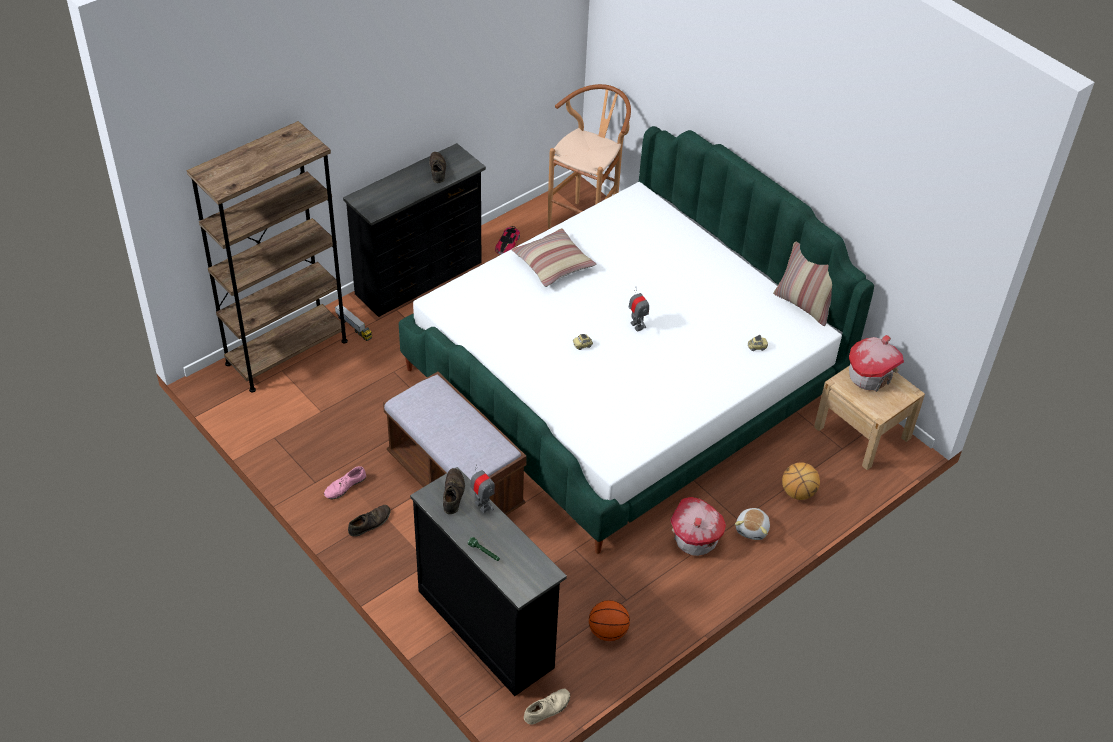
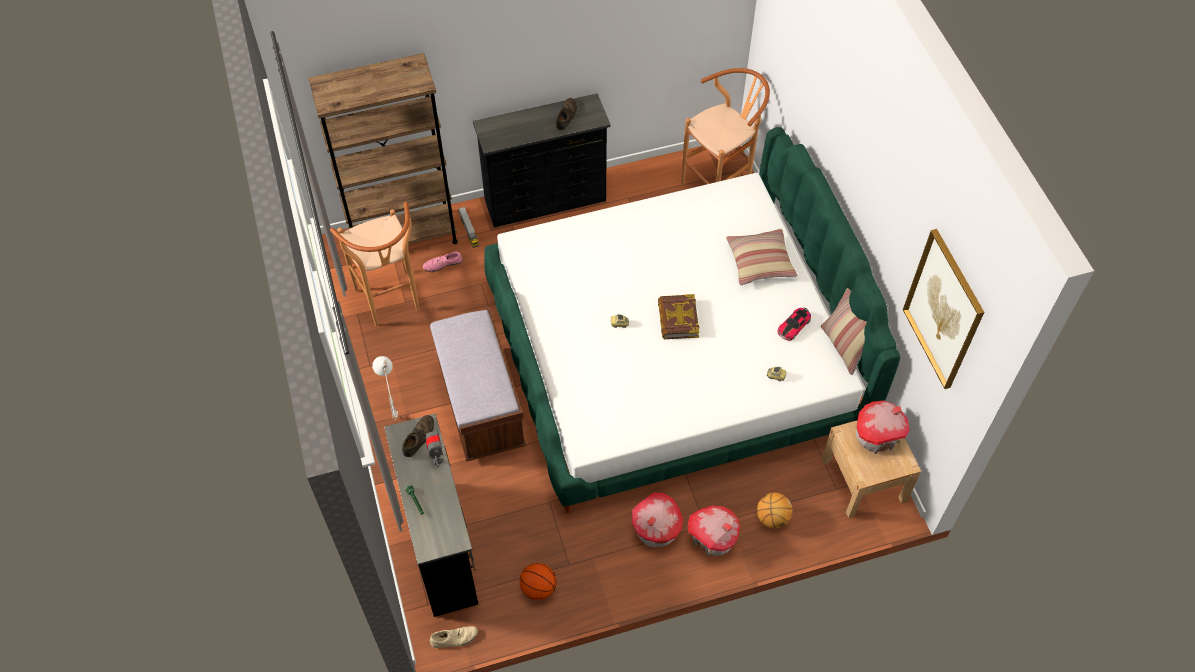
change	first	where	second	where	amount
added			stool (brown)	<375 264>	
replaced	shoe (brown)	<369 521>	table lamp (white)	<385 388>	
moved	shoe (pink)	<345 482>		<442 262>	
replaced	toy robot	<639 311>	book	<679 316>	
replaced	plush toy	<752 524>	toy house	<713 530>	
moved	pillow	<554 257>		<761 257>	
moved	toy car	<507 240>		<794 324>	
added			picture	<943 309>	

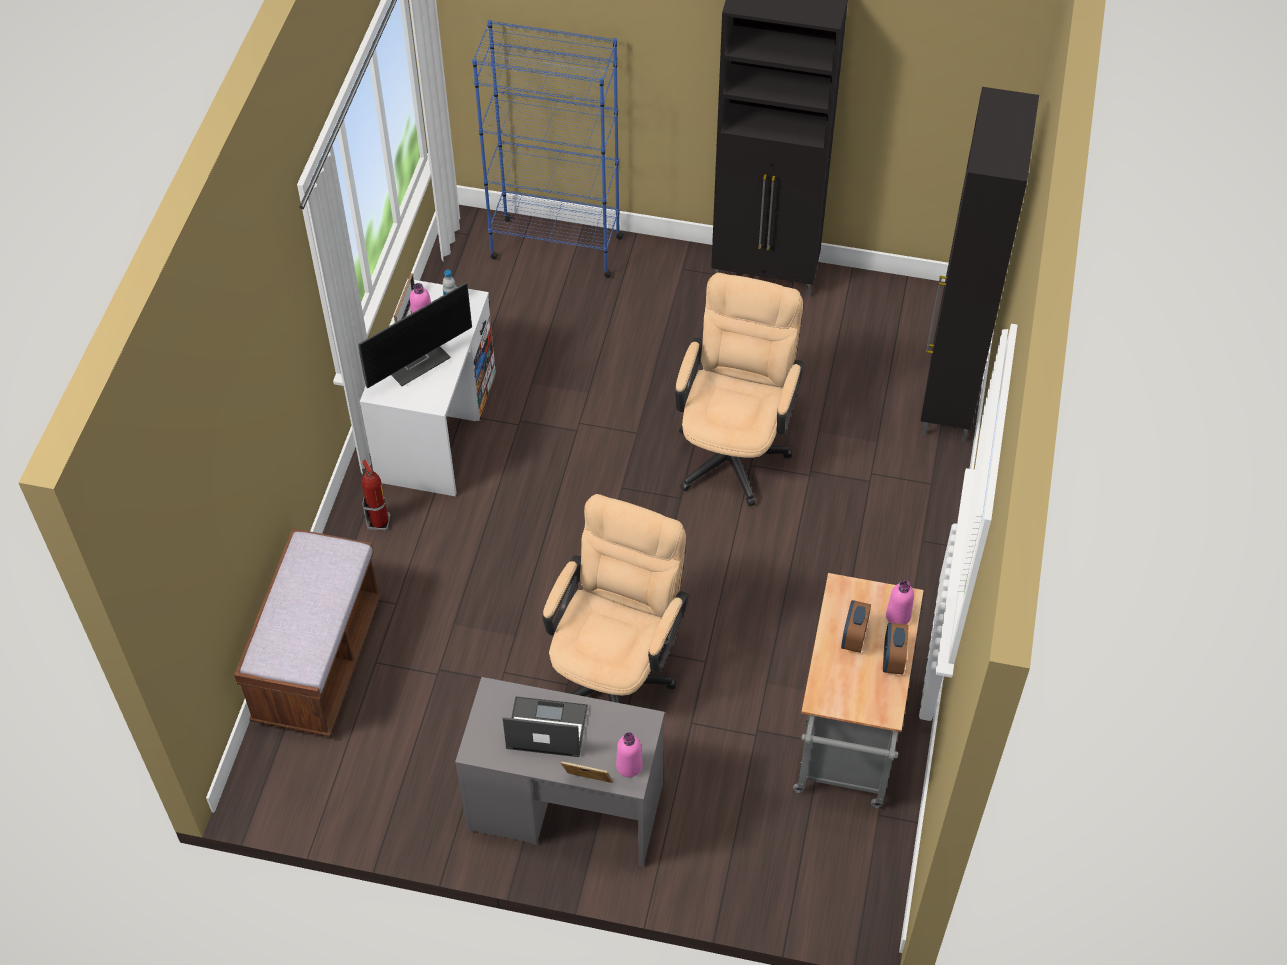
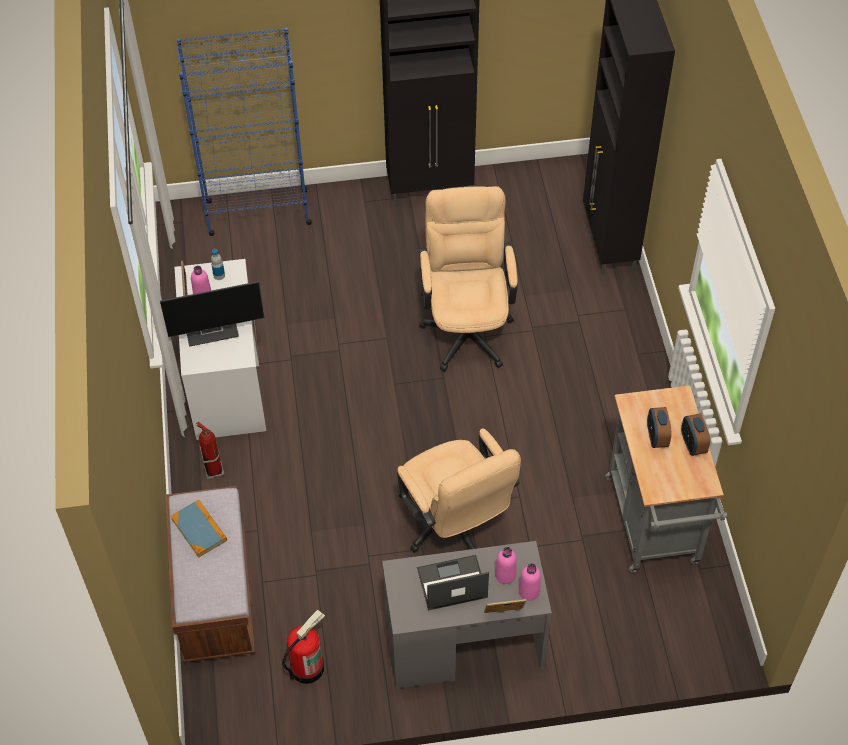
change	first	where	second	where	amount
turned	monitor	<415 335>		<212 313>	45 degrees clockwise
added			book	<199 529>	
added			fire extinguisher	<303 646>	
turned	office chair (beige)	<616 598>		<459 491>	150 degrees clockwise
moved	bottle (pink)	<900 602>		<506 565>	

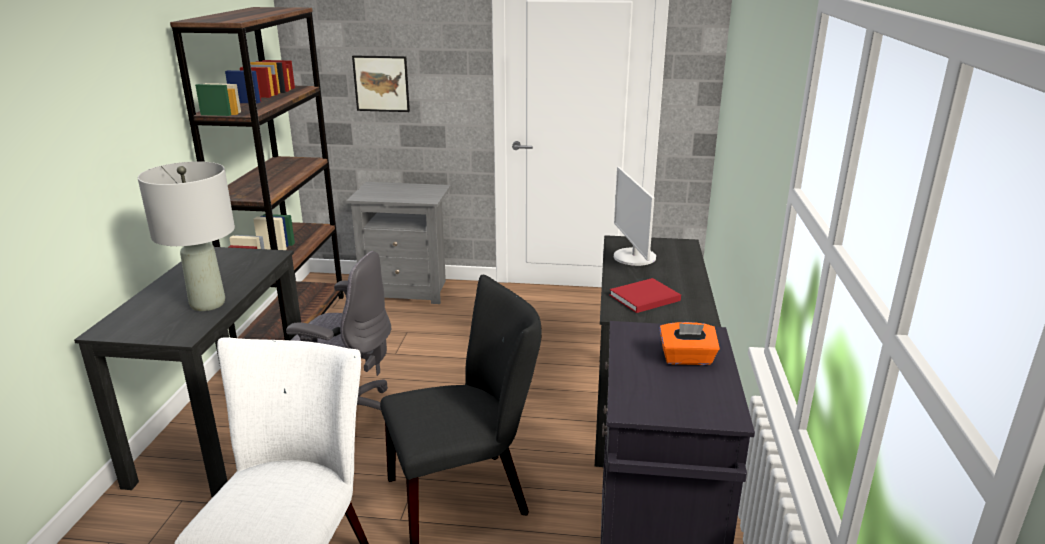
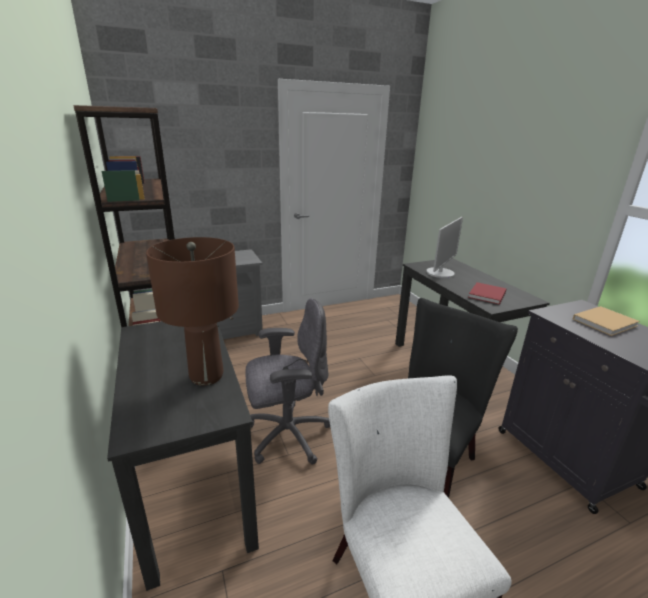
change	first	where	second	where	amount
recoloured	table lamp (grey)	<186 236>	table lamp (brown)	<192 311>	
turned	monitor	<635 216>		<444 247>	105 degrees counterclockwise
replaced	tissue box (orange)	<689 343>	book (beige)	<606 321>	
removed	picture	<381 83>			

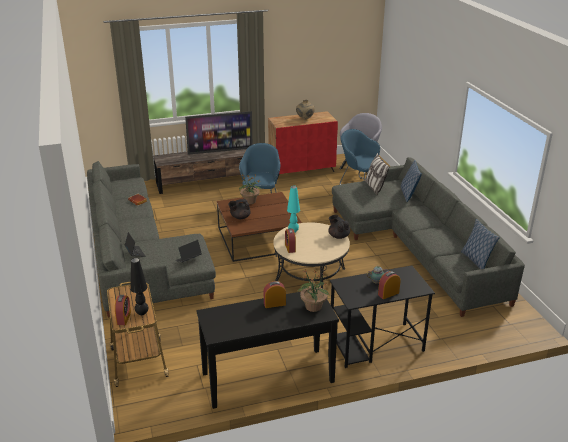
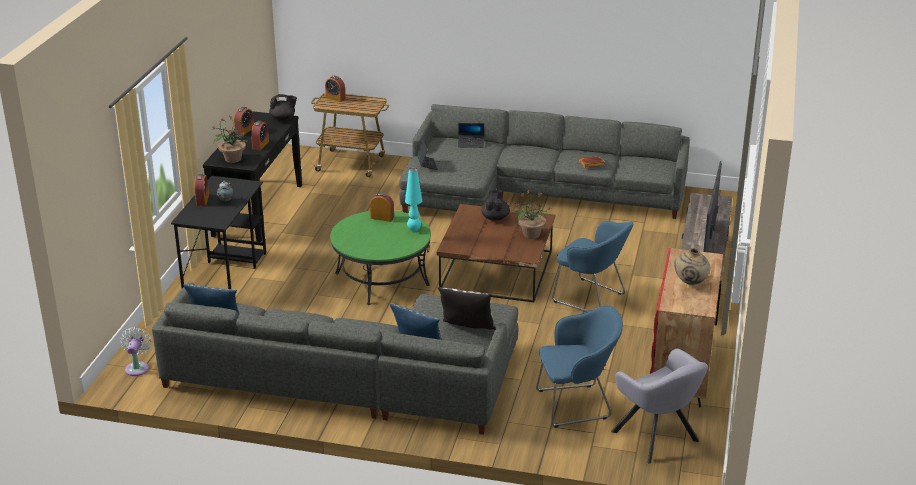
change	first	where	second	where	amount
added			fan (white)	<136 351>	
added			alarm clock	<244 121>	
moved	teapot (black)	<339 227>		<283 107>	
recoloured	coffee table (beige)	<311 255>	coffee table (green)	<380 258>	
removed	table lamp (black)	<139 286>			

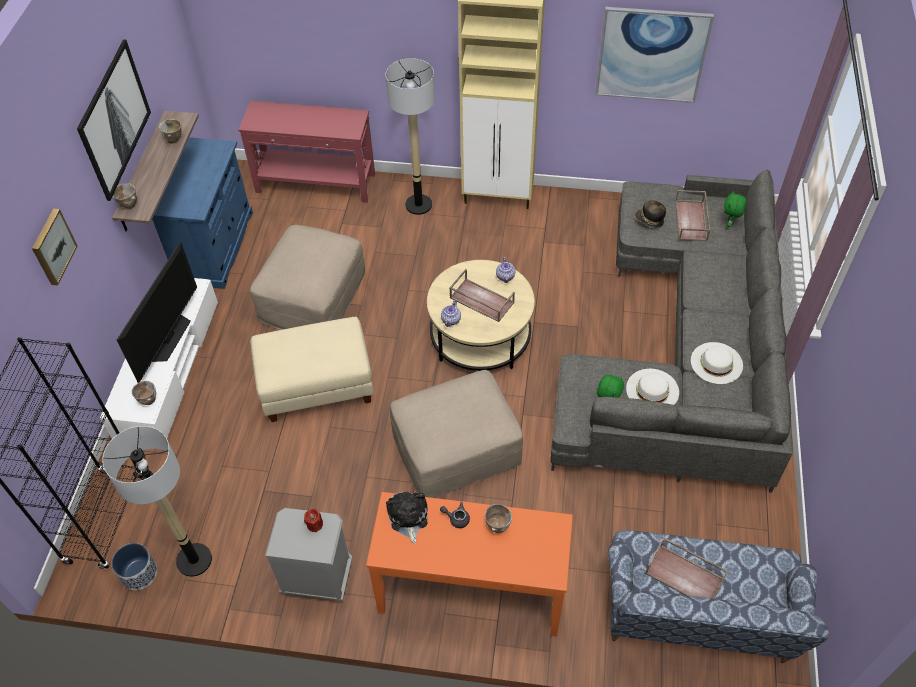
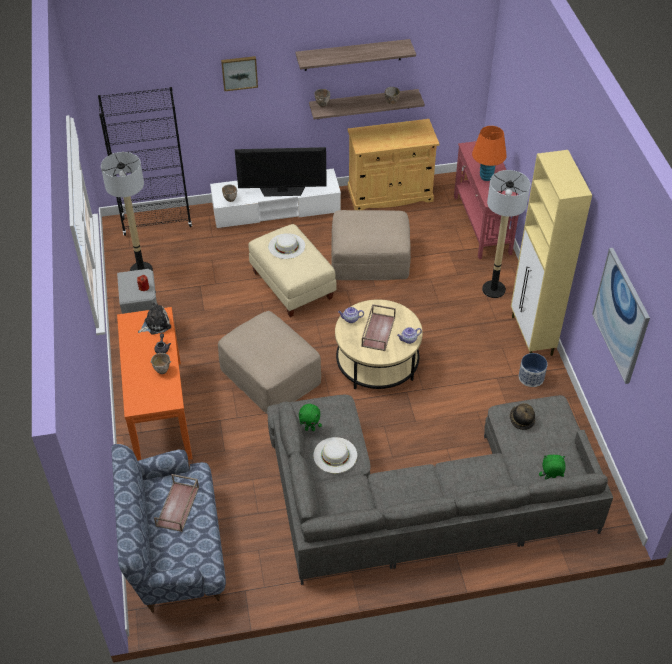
change	first	where	second	where	amount
moved	hat (white)	<717 363>		<286 246>	
replaced	picture	<114 120>	shelf	<355 55>	
recoloured	cabinet (blue)	<202 213>	cabinet (beige)	<393 164>	
added			table lamp (orange)	<489 153>	
moved	planter	<134 566>		<533 370>	
removed	tray (brown)	<693 215>			

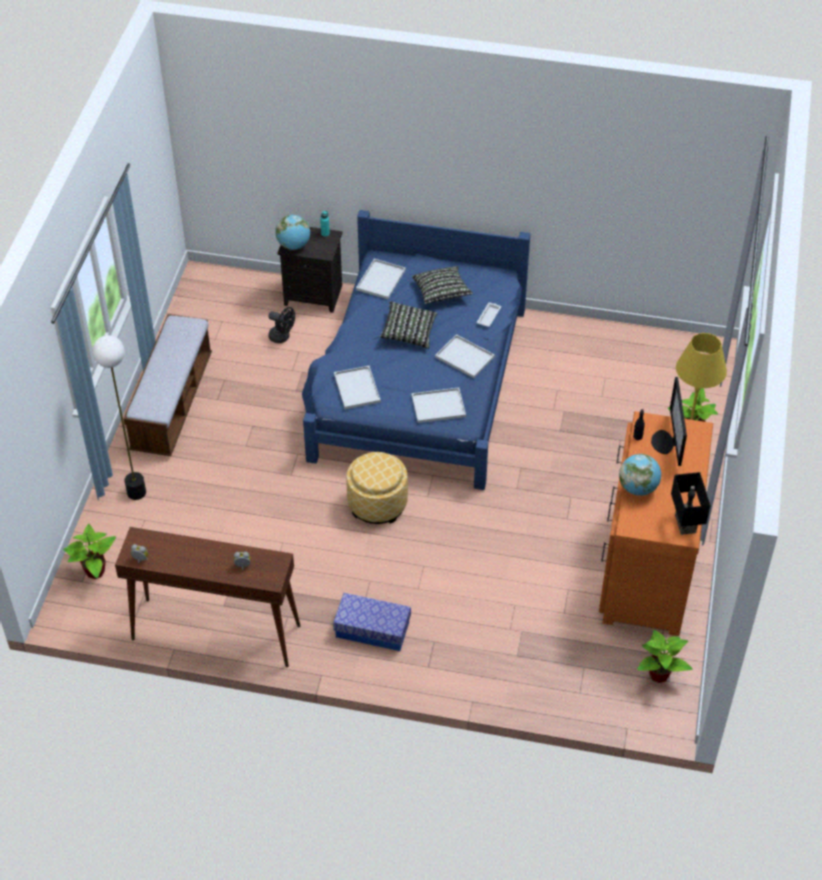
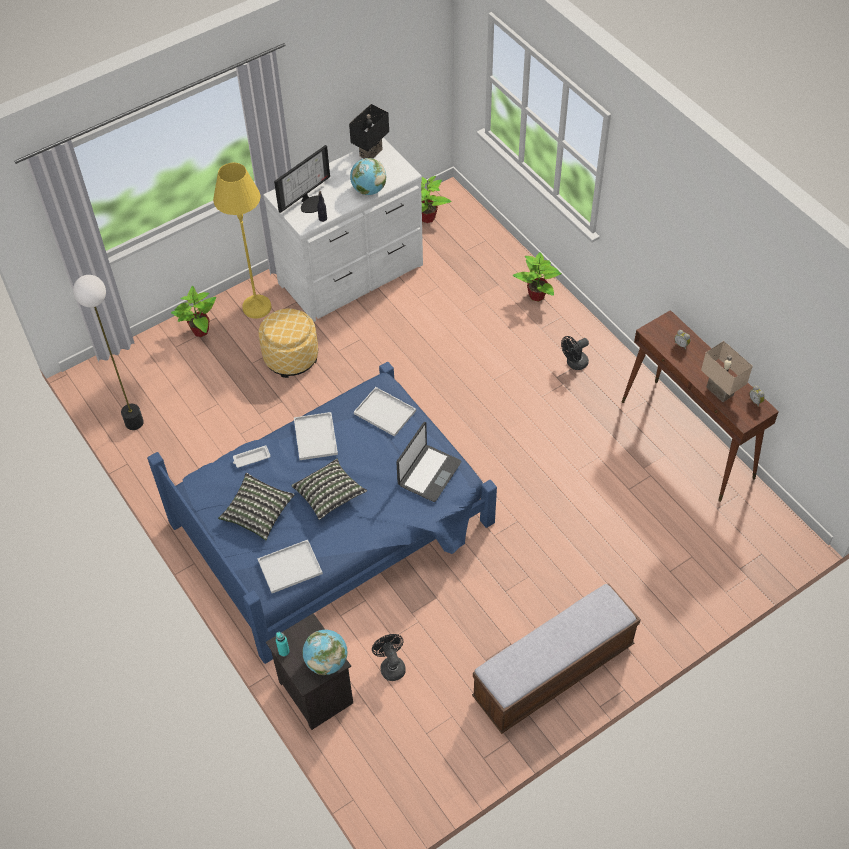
change	first	where	second	where	amount
moved	floor lamp	<119 417>		<108 352>	
moved	ottoman	<377 488>		<288 343>	
recoloured	dresser (orange)	<656 523>	dresser (white)	<343 230>	
replaced	tray (white)	<357 387>	laptop	<429 462>	
moved	potted plant	<89 551>		<537 277>	
replaced	storage box	<372 622>	fan (black)	<575 353>	
added			table lamp (beige)	<727 371>	

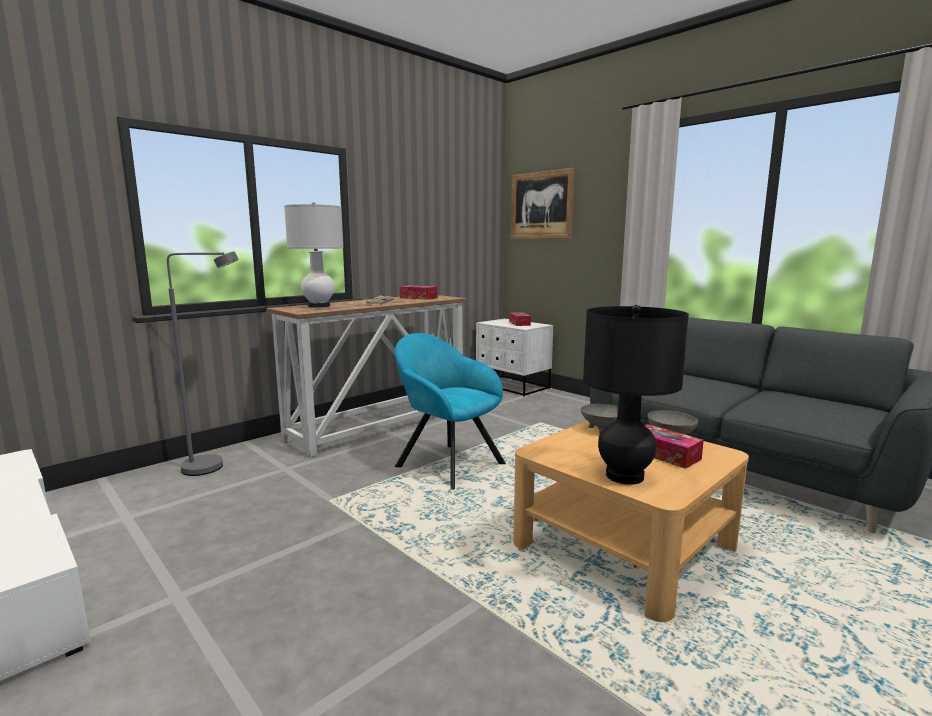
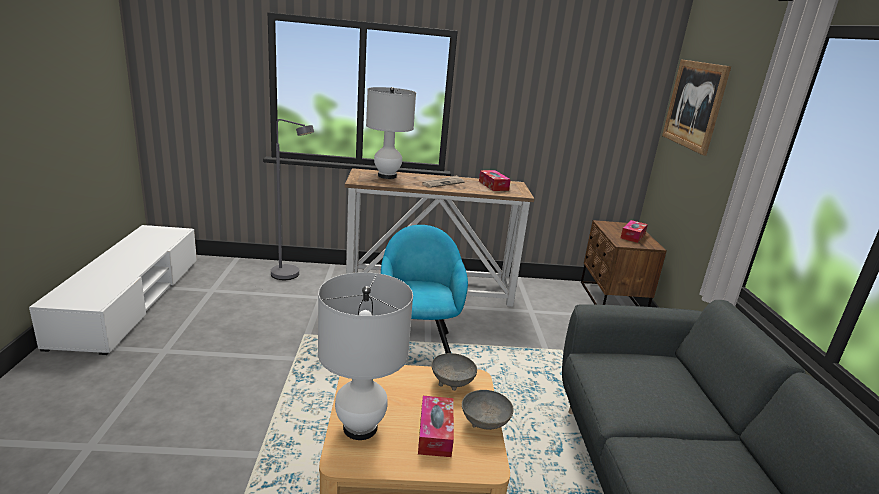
change	first	where	second	where	amount
recoloured	table lamp (black)	<636 395>	table lamp (white)	<365 356>	
recoloured	nightstand (white)	<514 358>	nightstand (brown)	<624 263>	

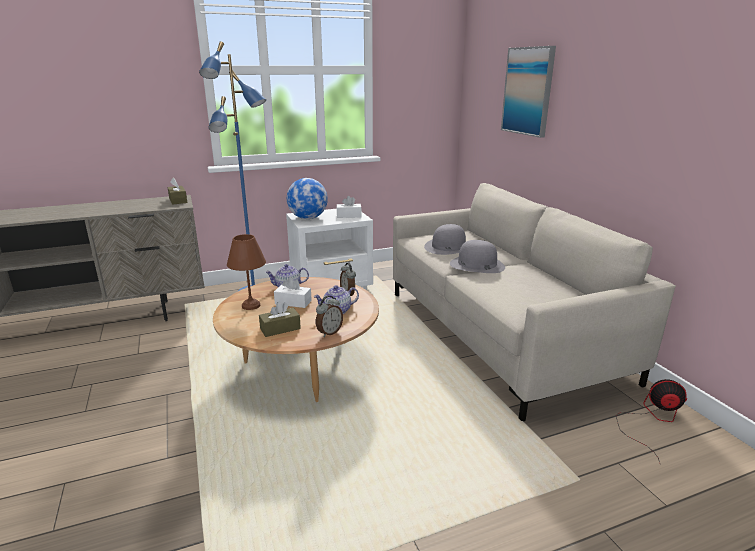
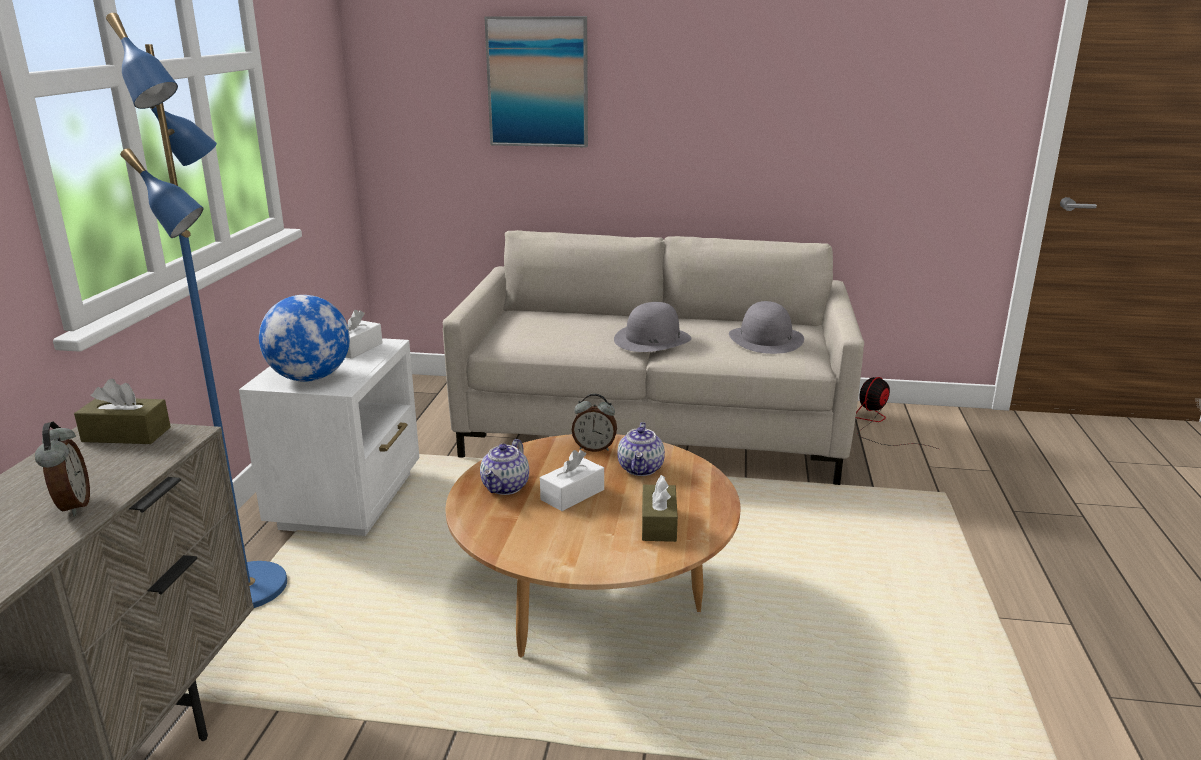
change	first	where	second	where	amount
moved	alarm clock	<329 316>		<62 469>	
moved	hat (grey)	<445 239>		<766 327>	
removed	table lamp (brown)	<246 272>			

